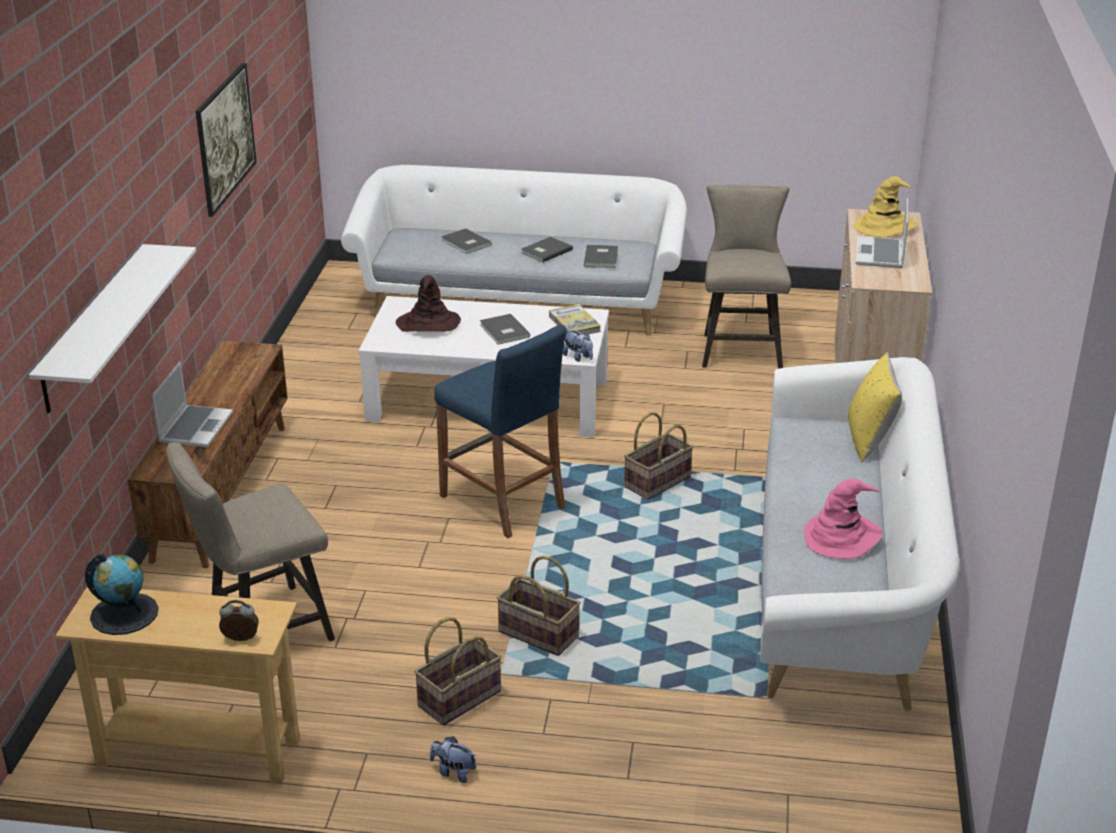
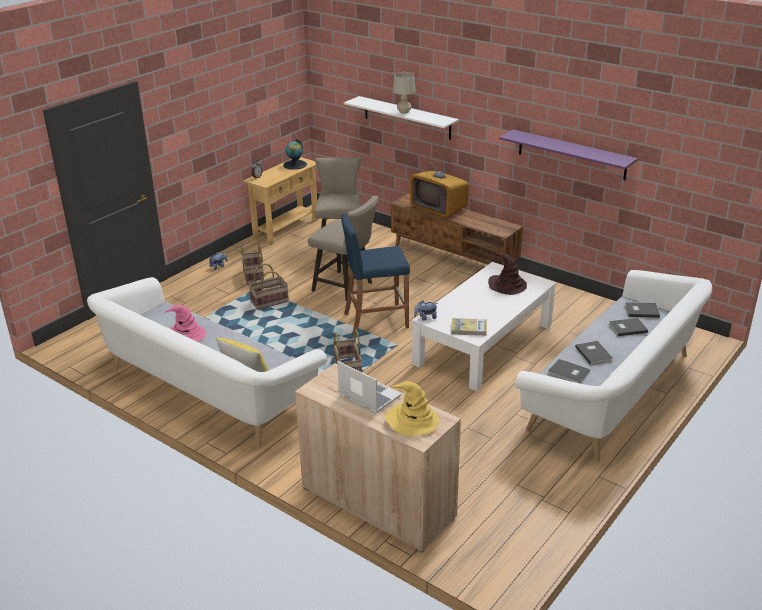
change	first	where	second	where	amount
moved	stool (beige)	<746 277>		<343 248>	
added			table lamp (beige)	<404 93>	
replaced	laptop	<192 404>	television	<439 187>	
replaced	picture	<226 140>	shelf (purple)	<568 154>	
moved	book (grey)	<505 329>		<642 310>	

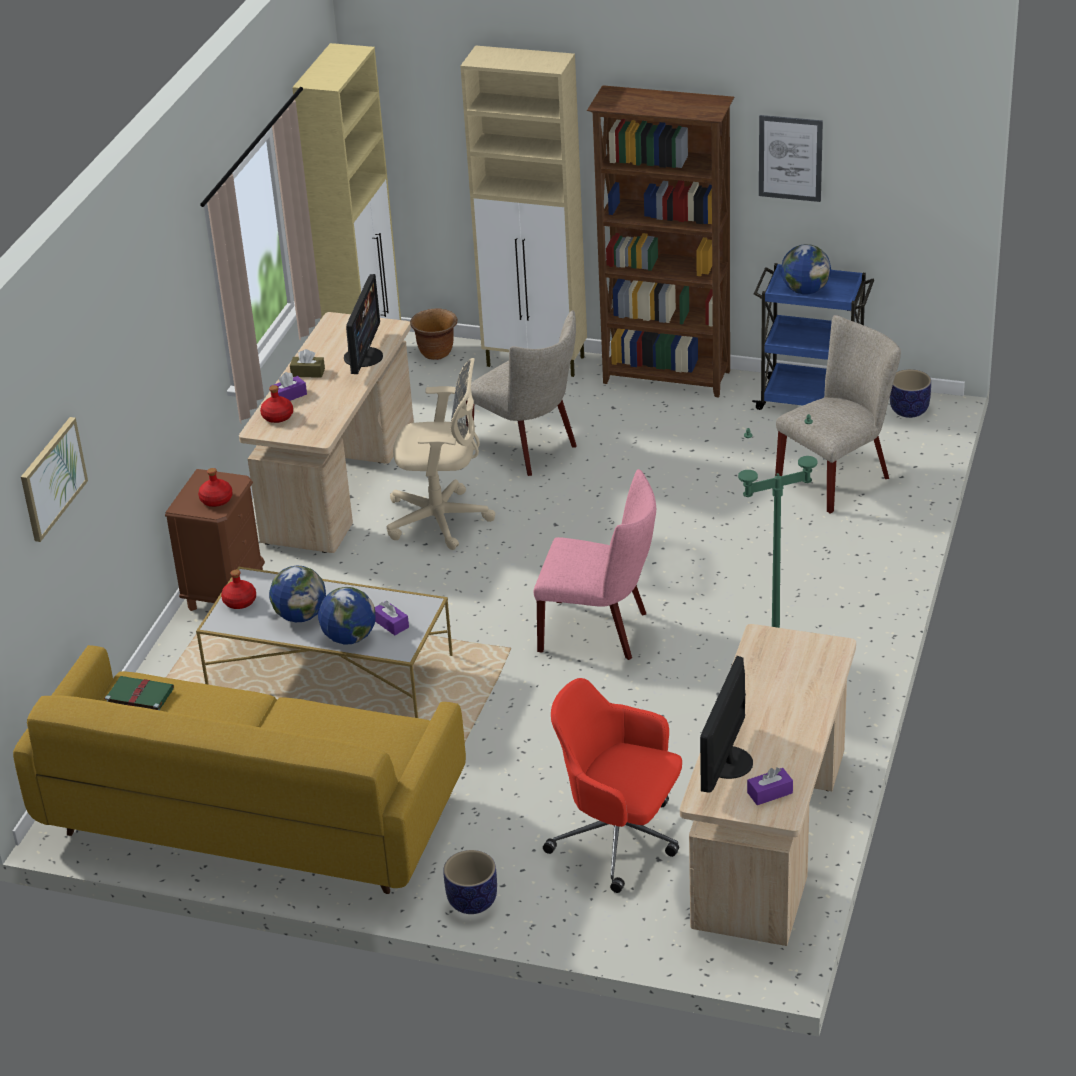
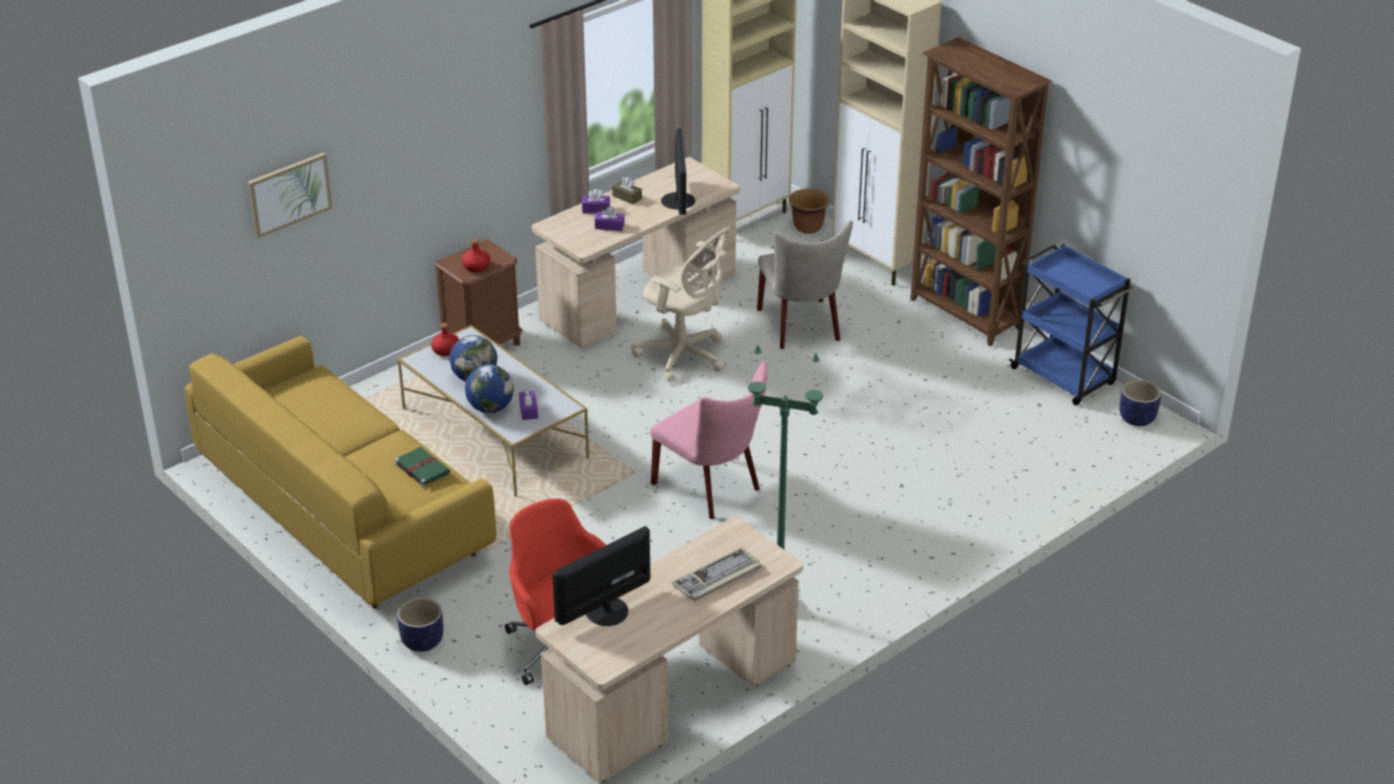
change	first	where	second	where	amount
moved	book (green)	<139 693>		<422 467>	
moved	tissue box (purple)	<770 786>		<610 219>	
turned	monitor	<363 324>		<678 171>	45 degrees counterclockwise
added			keyboard	<716 574>	
removed	bottle (red)	<276 404>			
removed	picture	<791 158>			
removed	chair (beige)	<838 414>			
removed	globe	<806 269>			

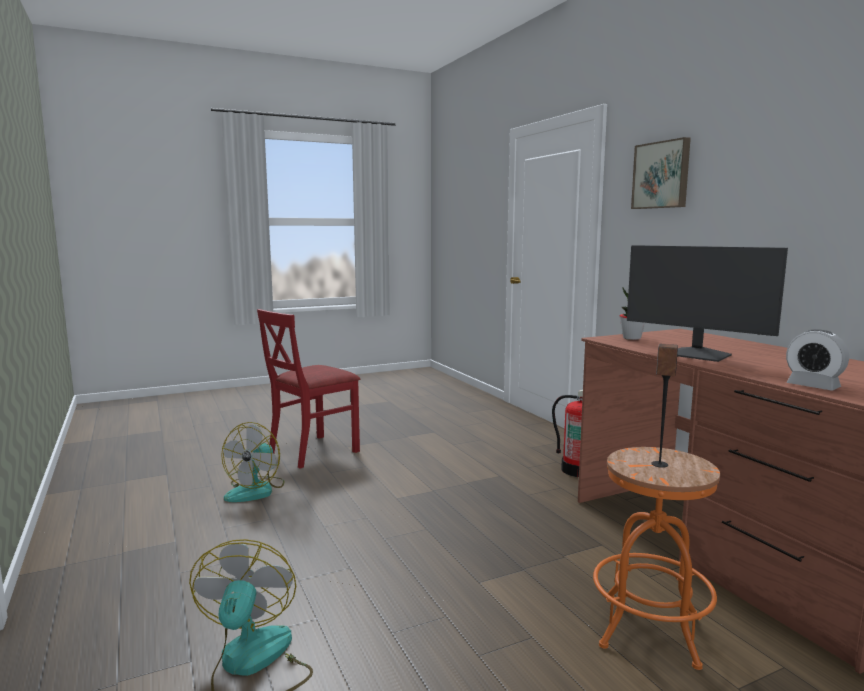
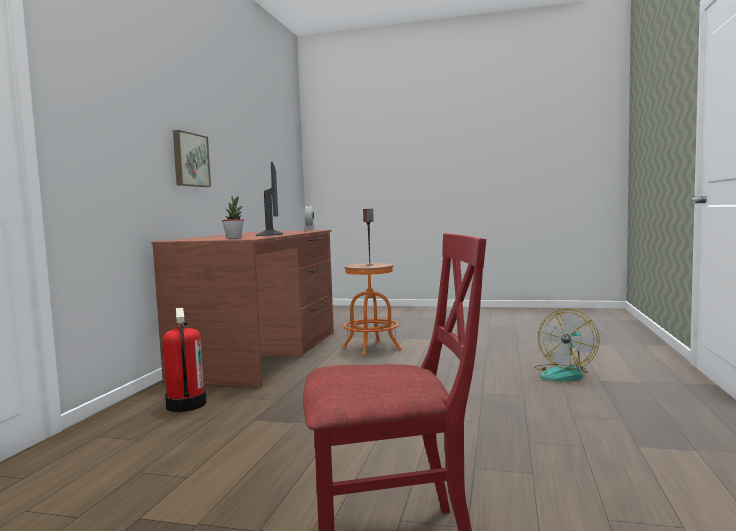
change	first	where	second	where	amount
moved	picture	<661 173>		<192 158>	
removed	fan	<253 462>			

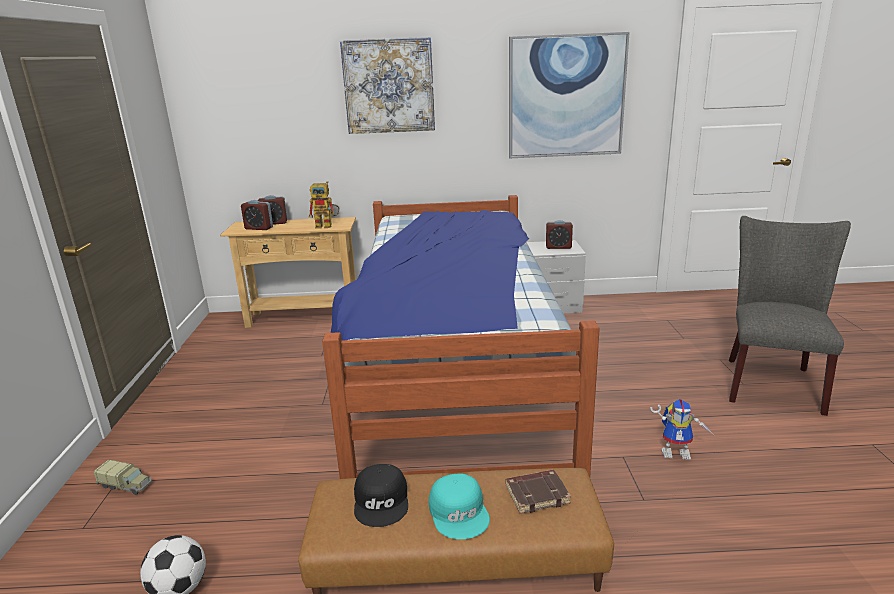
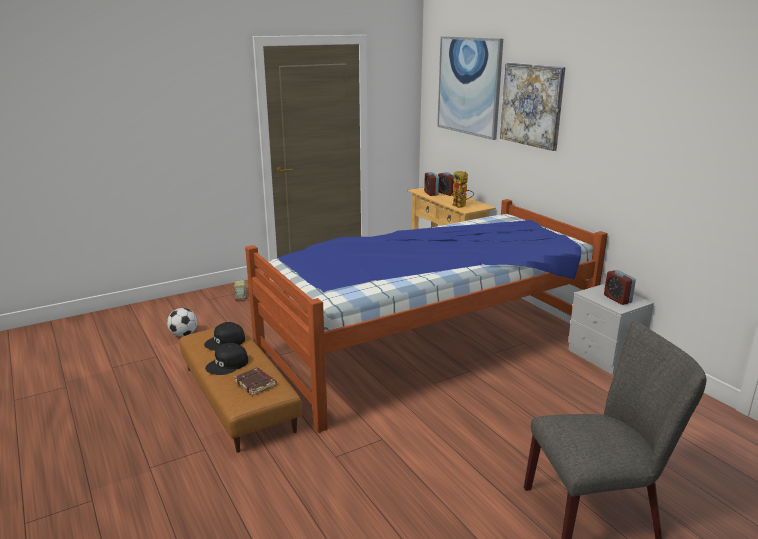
change	first	where	second	where	amount
recoloured	cap (turquoise)	<459 506>	cap (black)	<226 359>	
moved	picture	<569 95>		<470 88>	
removed	toy robot	<681 429>			

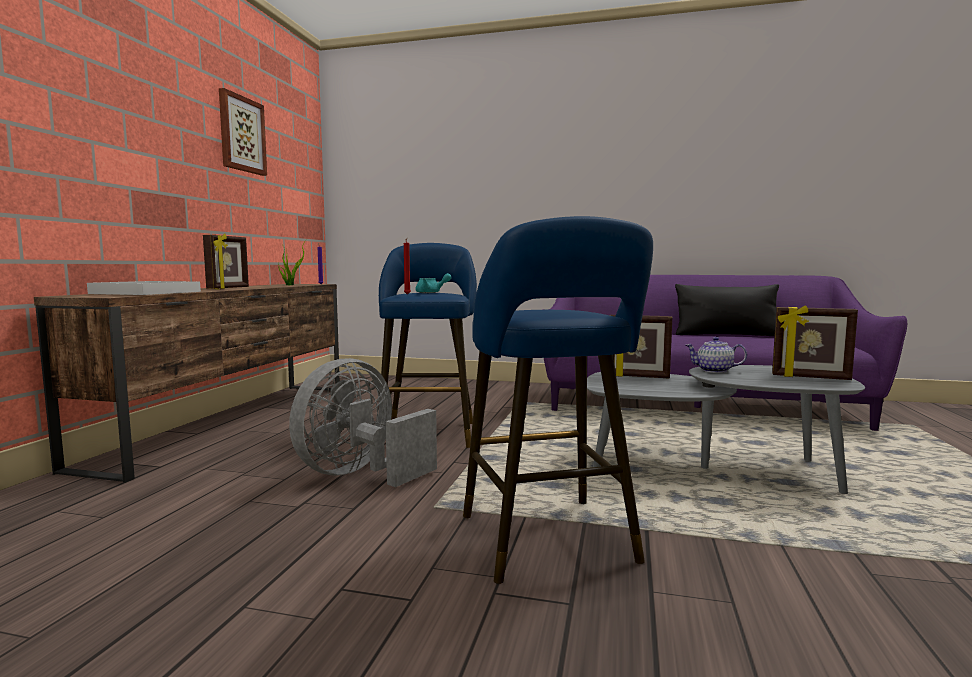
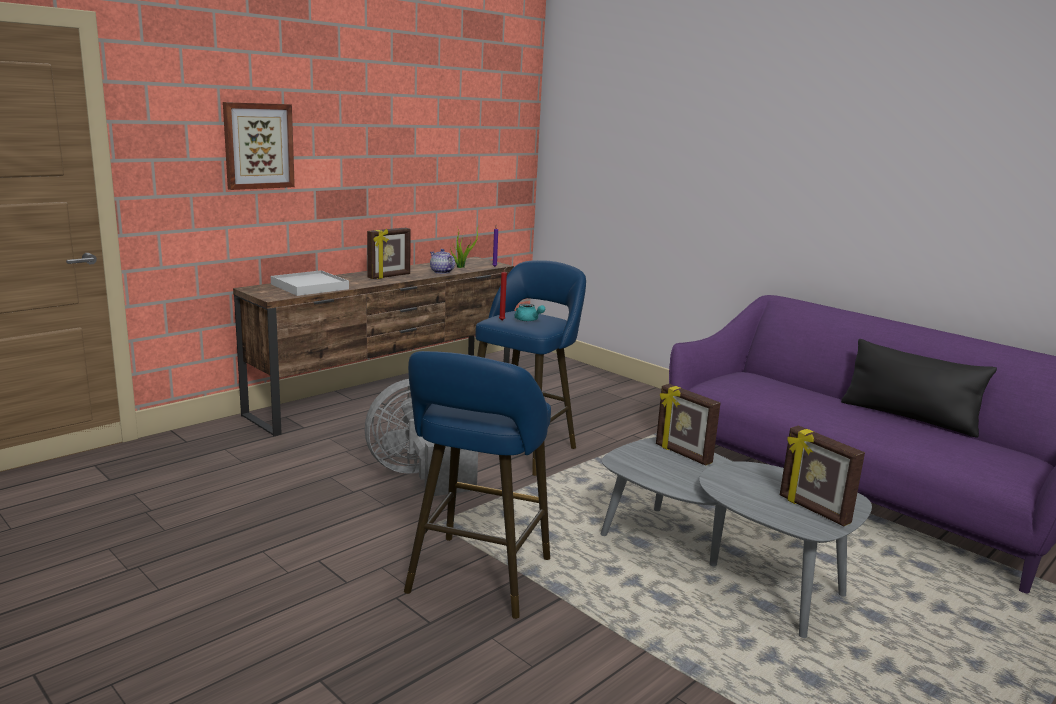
change	first	where	second	where	amount
moved	picture	<243 132>		<259 146>	
moved	teapot	<716 355>		<442 261>	

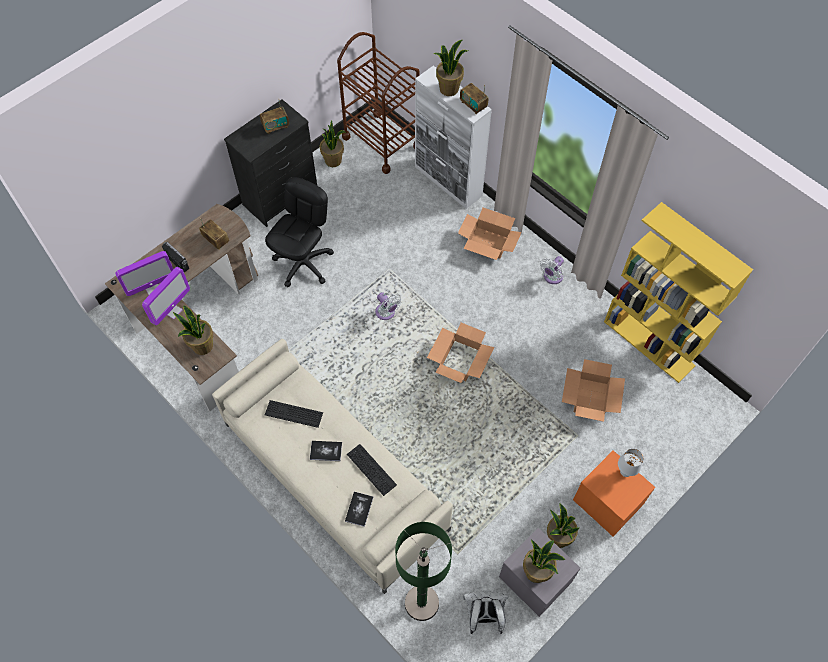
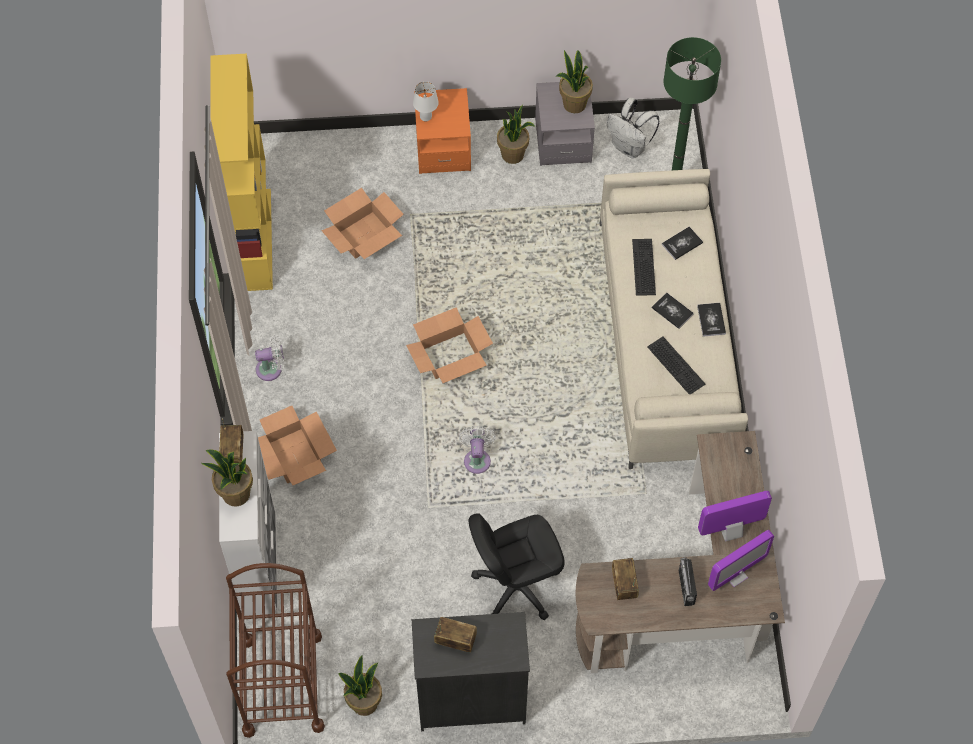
change	first	where	second	where	amount
added			book	<711 320>	
turned	monitor	<144 273>		<741 560>	135 degrees clockwise
removed	potted plant	<193 330>			

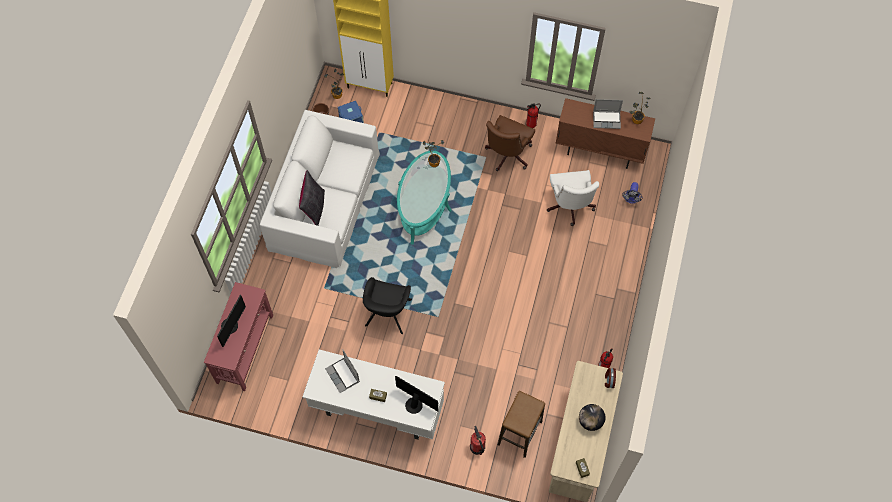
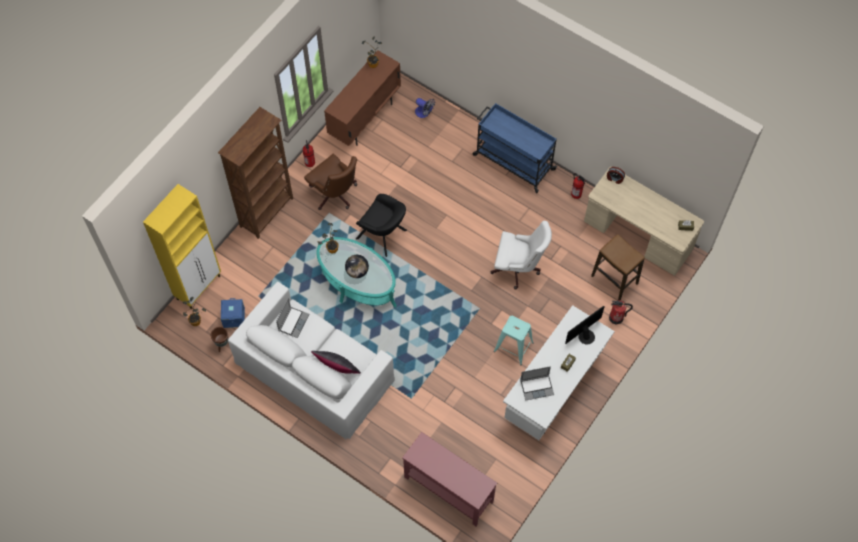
change	first	where	second	where	amount
added			bookcase (brown)	<255 173>	
moved	laptop	<608 114>		<292 318>	
moved	globe	<592 417>		<357 266>	
moved	armchair (black)	<387 305>		<381 225>	
added			cart (blue)	<515 148>	
moved	office chair (white)	<573 198>		<521 255>	
added			stool (turquoise)	<514 340>	
removed	monitor	<231 320>			

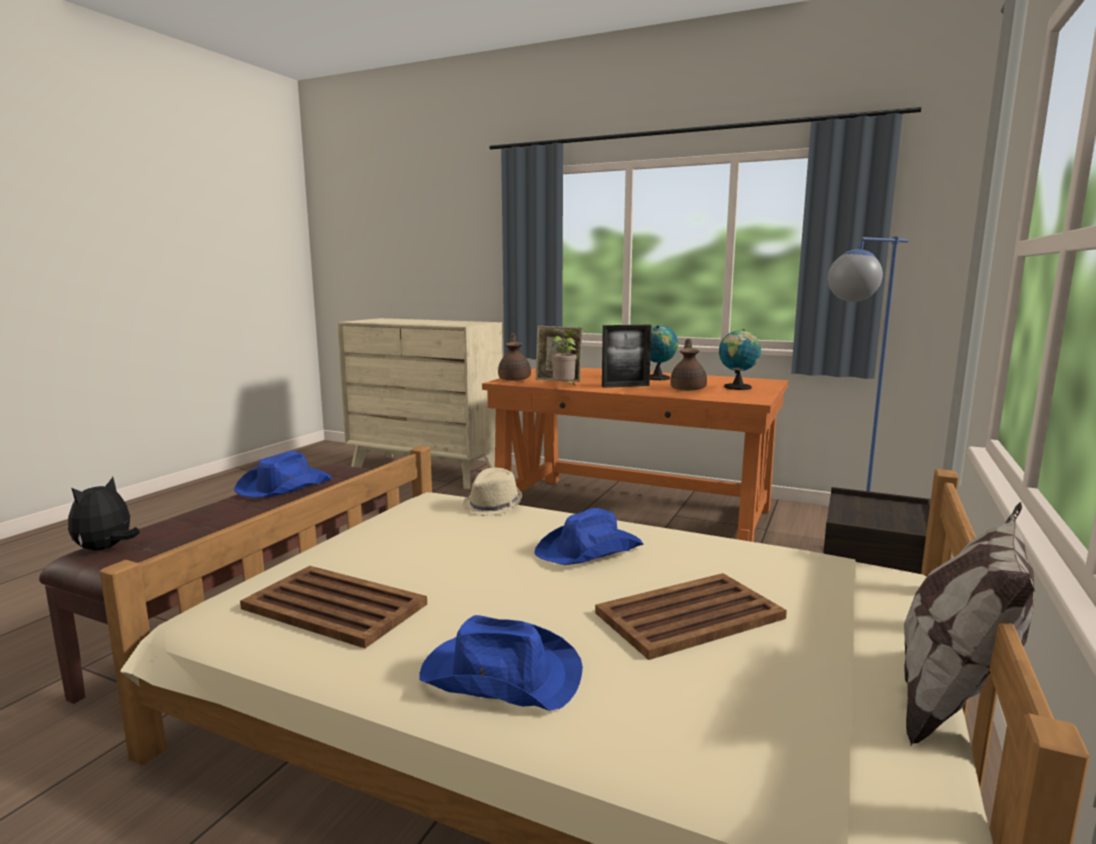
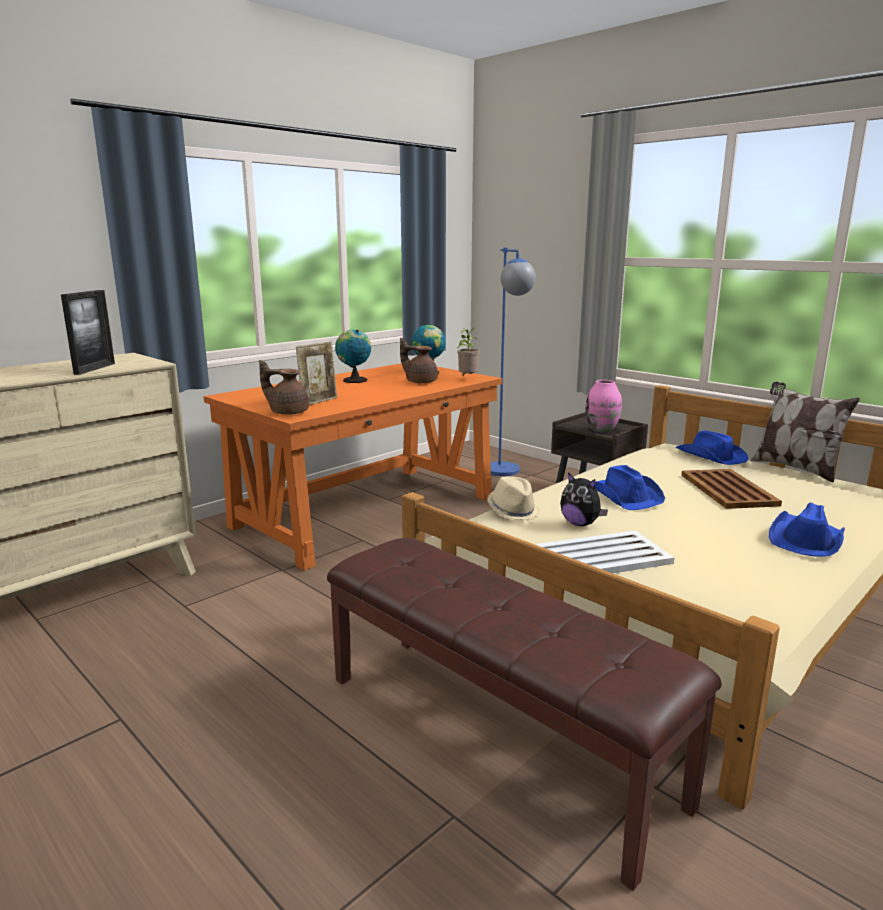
change	first	where	second	where	amount
moved	picture frame	<626 356>		<88 332>	
moved	potted plant	<565 357>		<468 352>	
added			tray (white)	<605 551>	
moved	plush toy	<104 514>		<584 499>	
added			vase (pink)	<603 406>	
moved	hat (blue)	<283 474>		<711 447>	
removed	tray (brown)	<333 607>			

